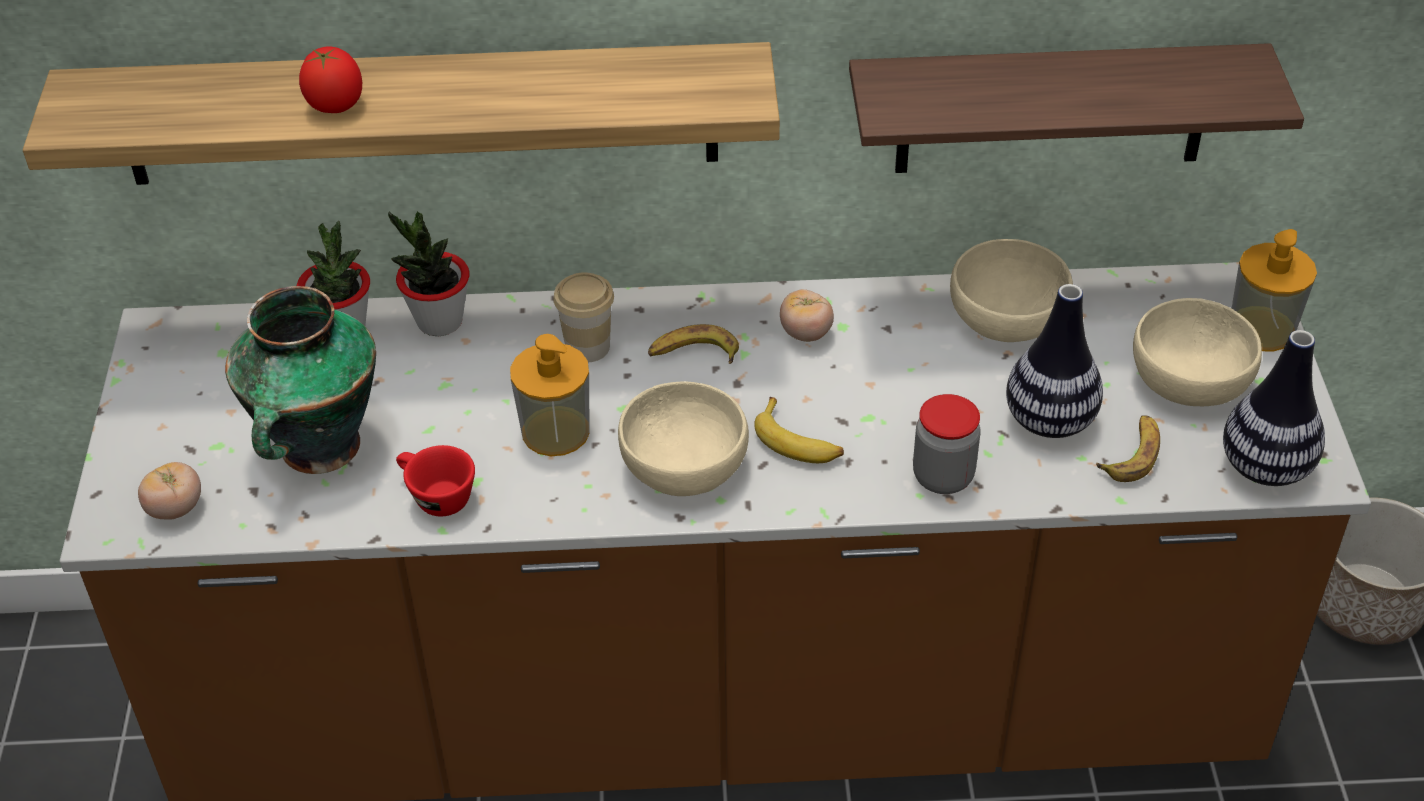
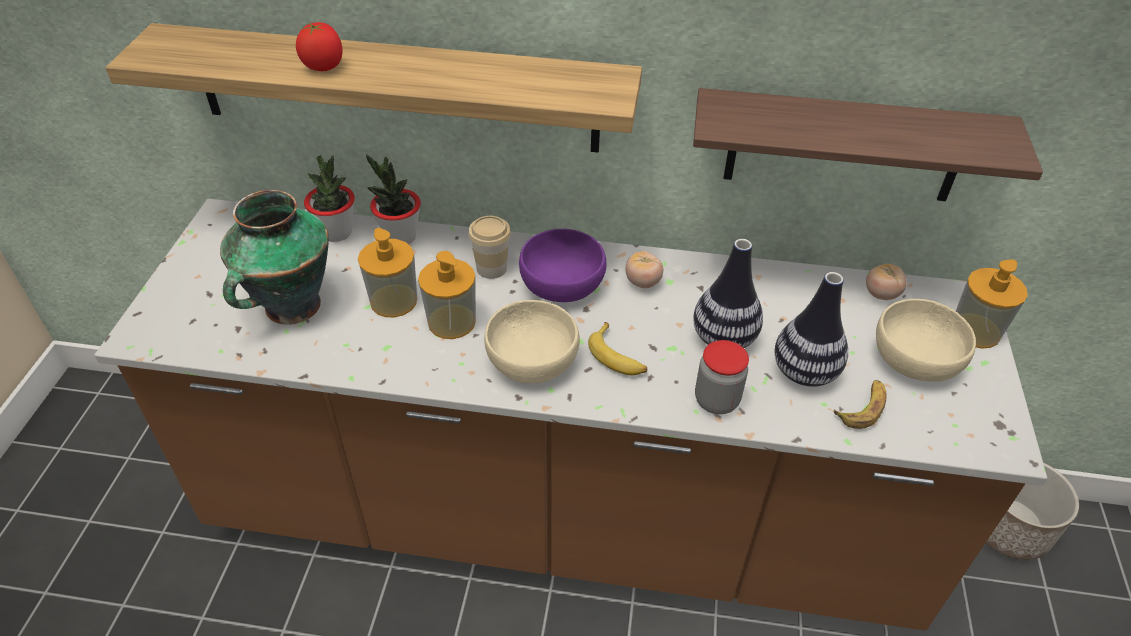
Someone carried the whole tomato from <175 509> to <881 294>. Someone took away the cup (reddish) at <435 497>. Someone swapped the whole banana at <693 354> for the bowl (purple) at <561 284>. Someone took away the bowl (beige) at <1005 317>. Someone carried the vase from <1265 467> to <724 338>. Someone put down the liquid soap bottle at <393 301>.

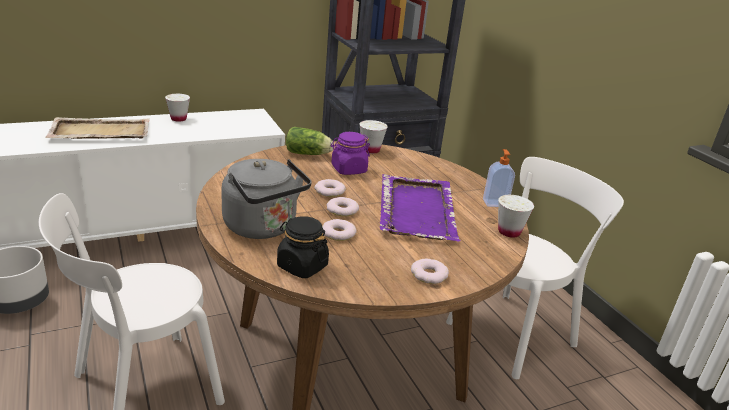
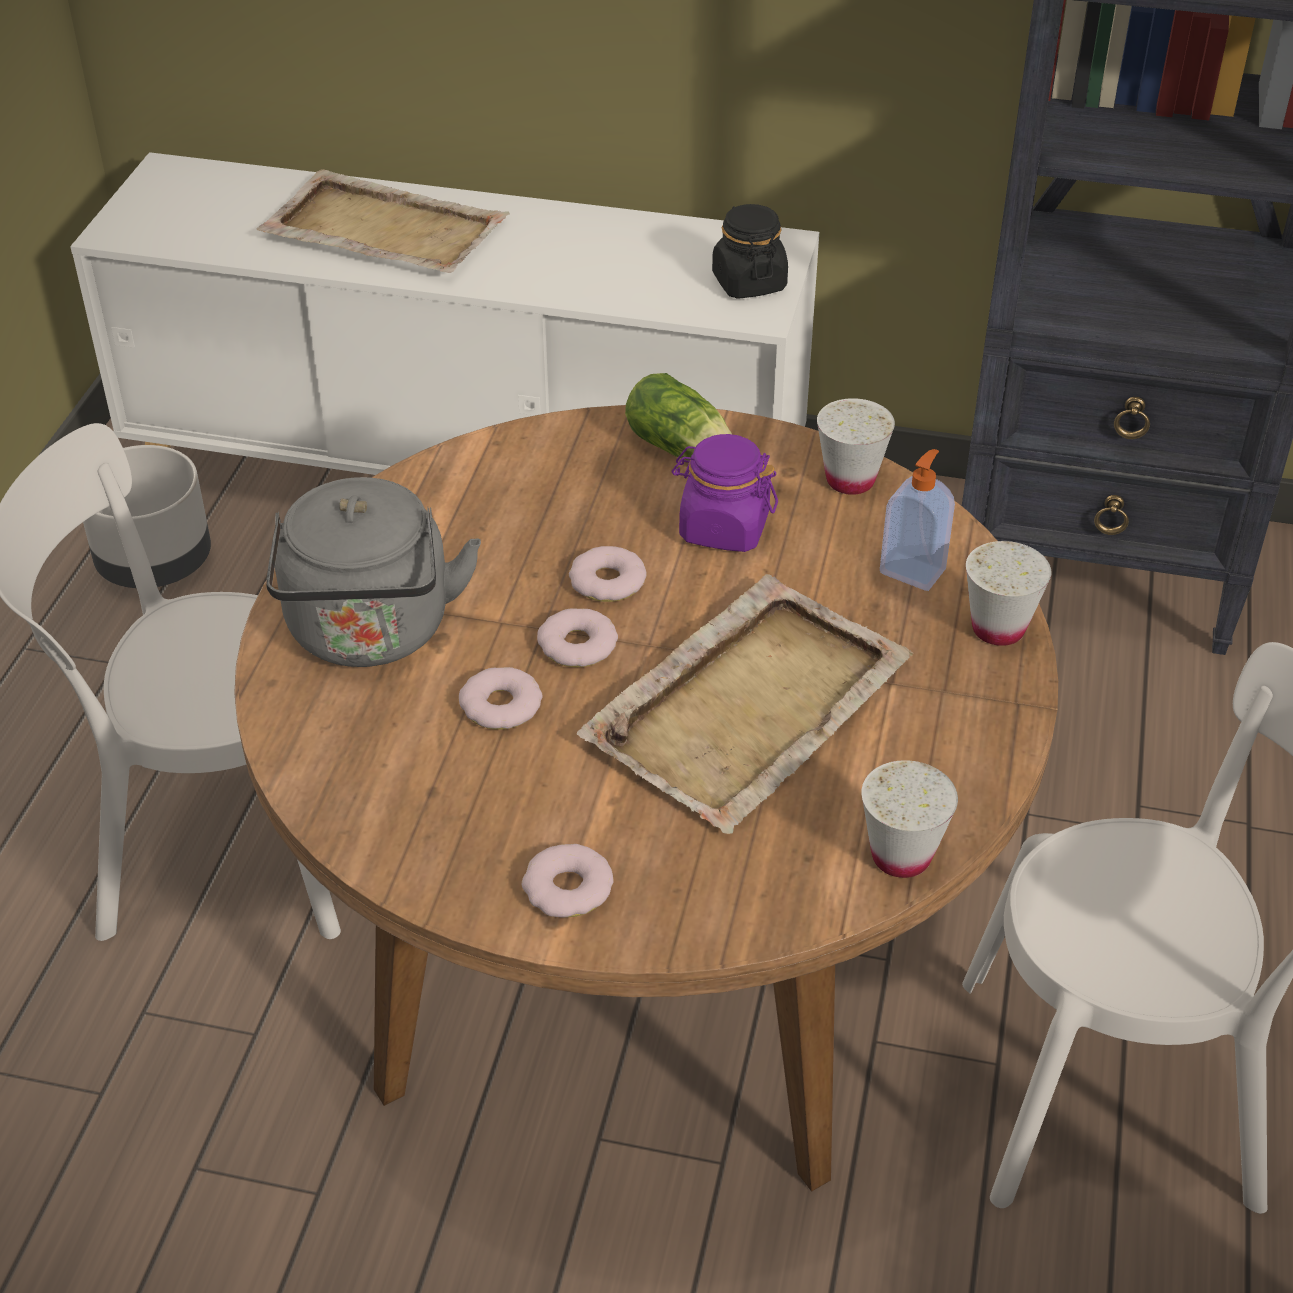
Someone carried the cup (white) from <178 119> to <998 628>. Someone carried the preserve jar (blackish) from <302 266> to <748 283>. Someone repainted the carrying tray (purple) at <417 209>, which became the carrying tray (beige) at <750 705>. Someone carried the liquid soap bottle from <494 203> to <913 570>.

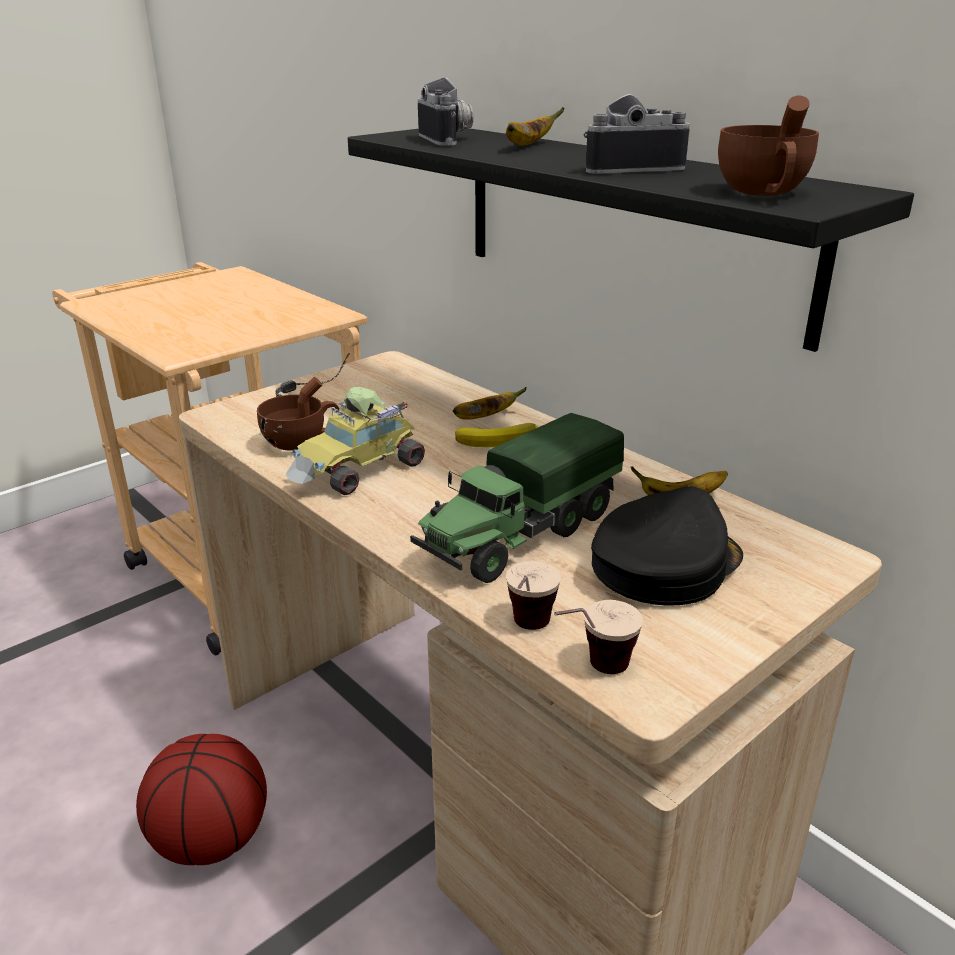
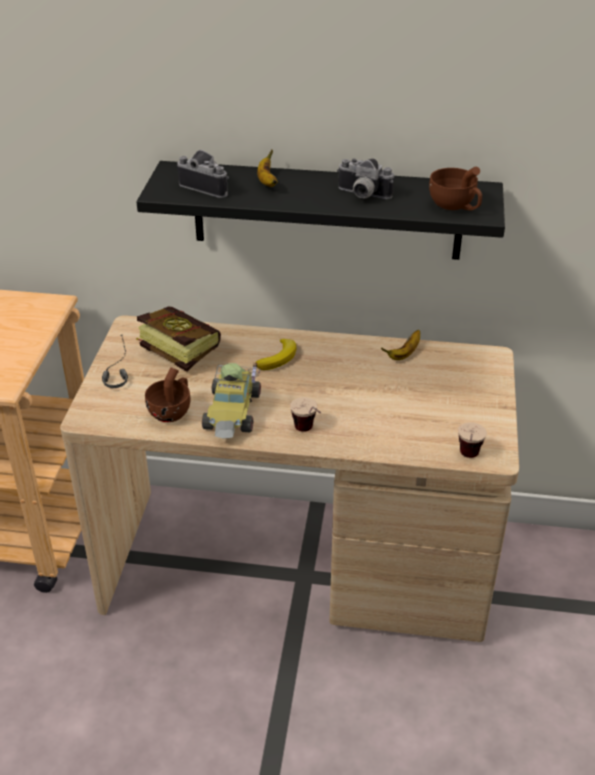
Someone took away the basketball at <213 839>. Someone took away the toy lorry at <519 535>. Someone took away the whole banana at <485 417>. Someone carried the cup from <527 633> to <308 432>. Someone rotated the photo camera at <630 167> by 105 degrees counterclockwise. Someone took away the baseball cap (blackish) at <664 562>. Someone put down the book at <174 350>.

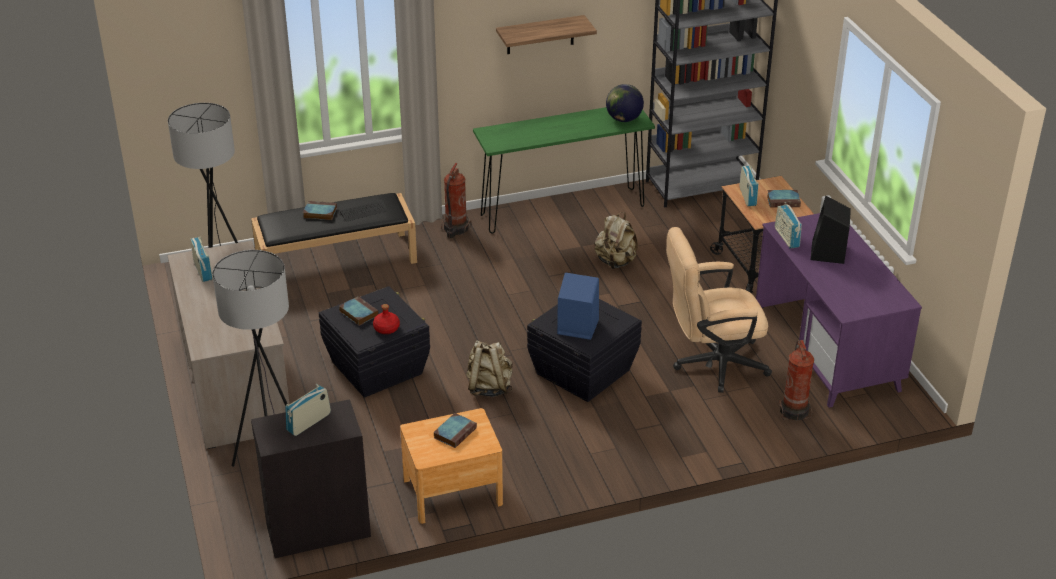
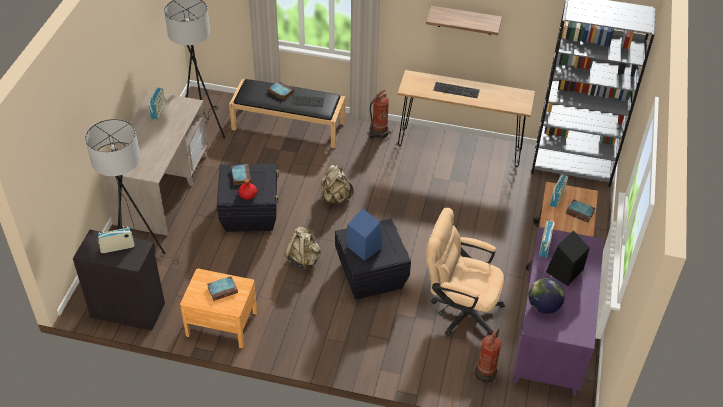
Someone repainted the console table (green) at <562 210>, which became the console table (brownish) at <459 147>. Someone carried the rucksack (beige) from <615 262> to <335 197>. Someone carried the world globe from <623 119> to <543 306>. Someone put down the PC keyboard at <457 89>.

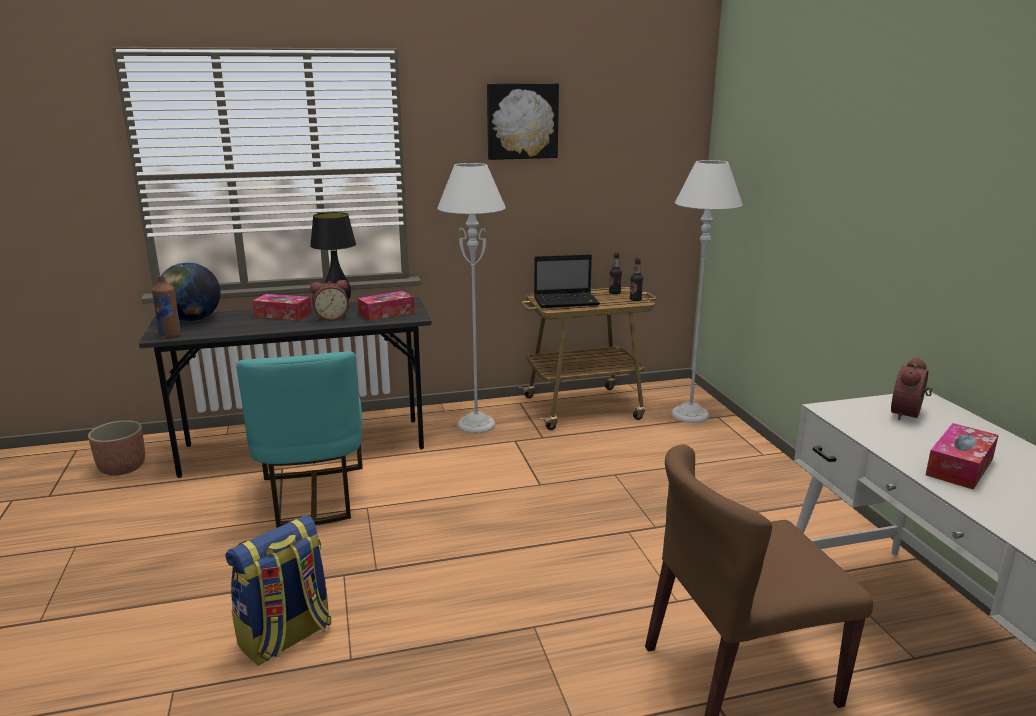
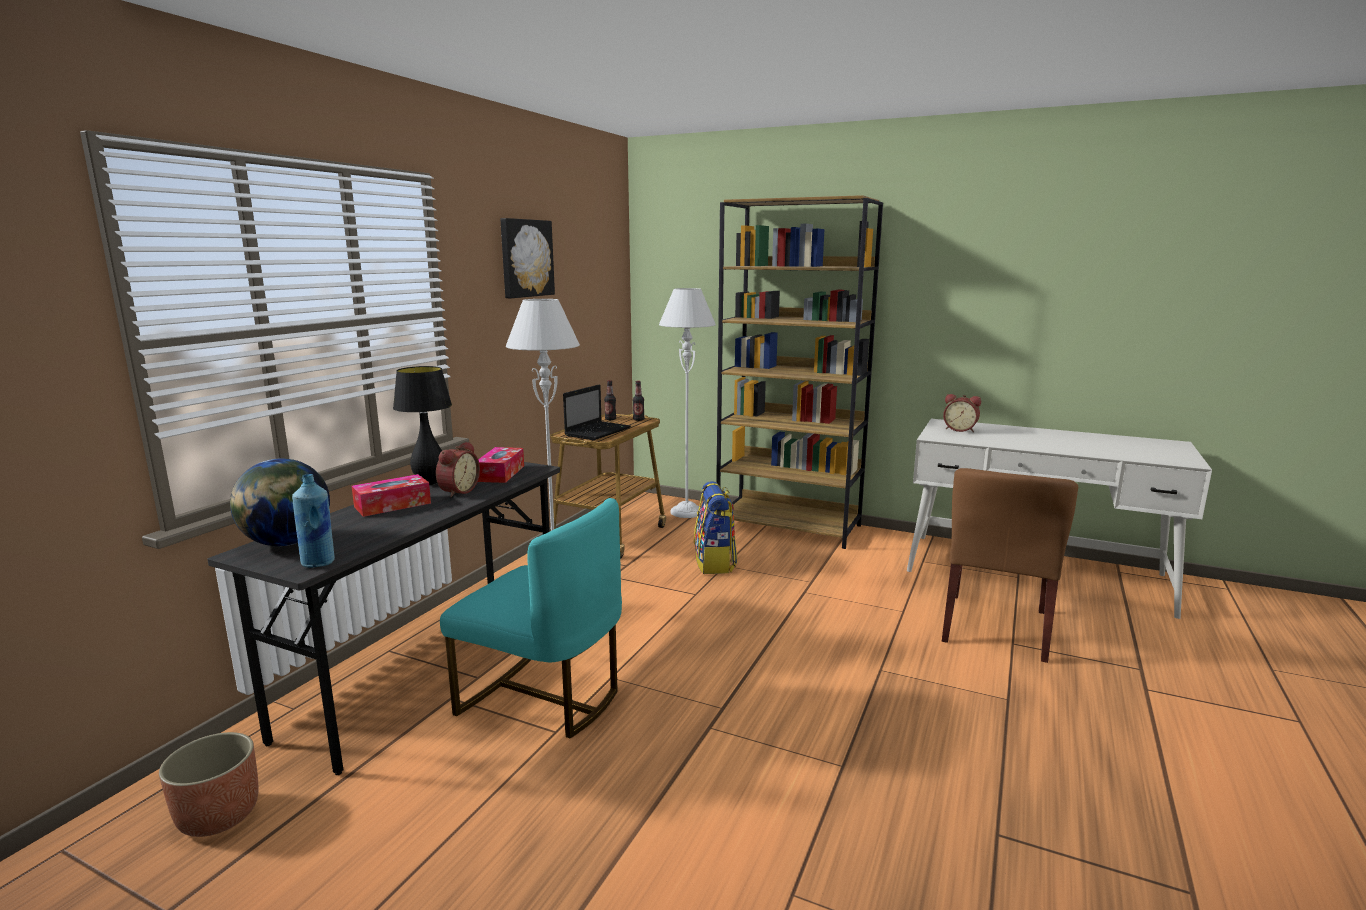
Someone repainted the drink bottle (brownish) at <170 336>, which became the drink bottle (blue-coloured) at <319 563>. Someone carried the rucksack from <286 637> to <715 563>. Someone rotated the alarm clock at <909 414> by 45 degrees counterclockwise. Someone took away the tissue box at <959 467>. Someone put down the shelving unit (brownish) at <789 526>.

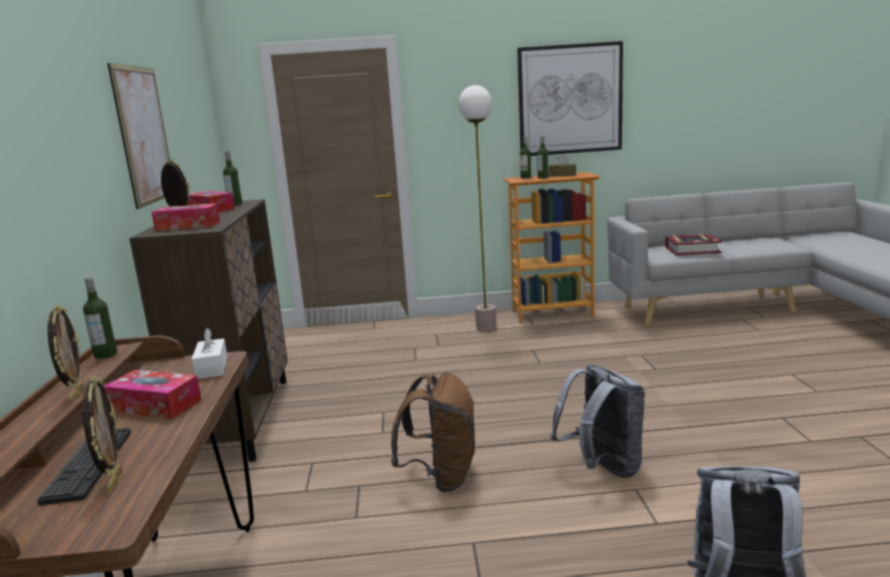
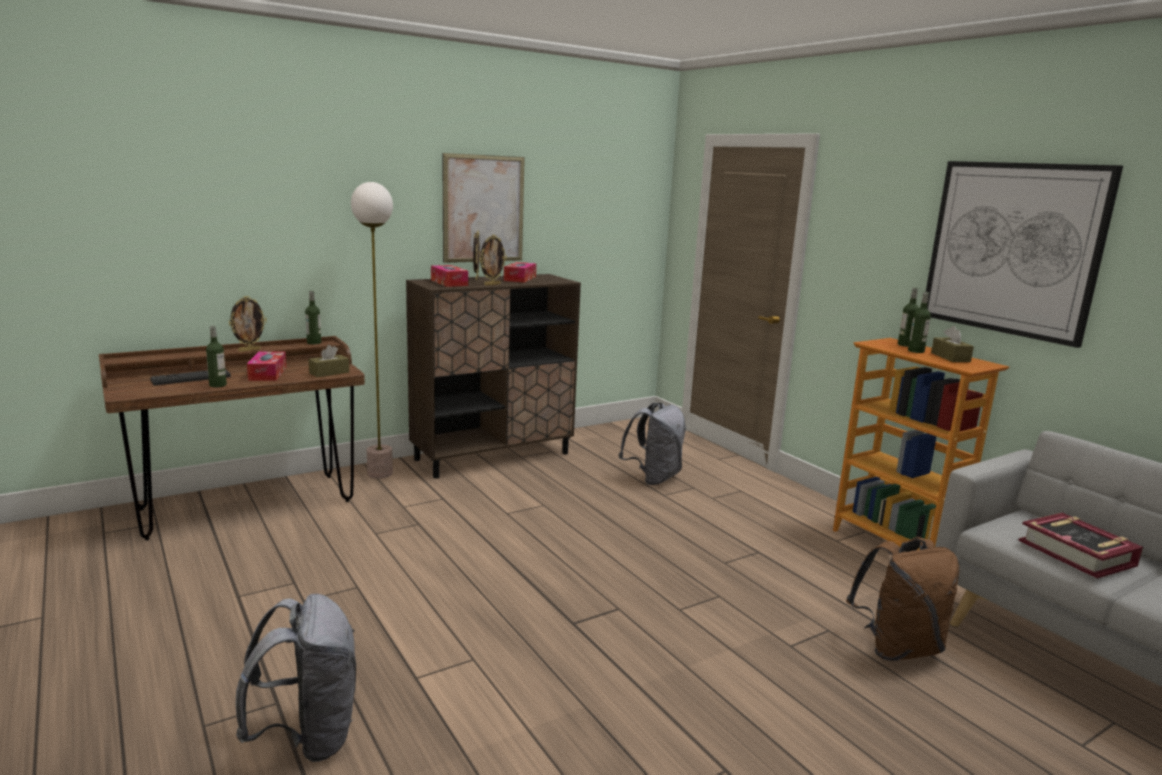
Someone carried the standing frame from <113 482> to <492 284>. Someone repainted the tissue box (white) at <211 368>, which became the tissue box (brownish) at <329 373>. Someone carried the drink bottle from <235 204> to <218 385>. Someone carried the rucksack (brownish) from <441 477> to <897 648>. Someone carried the floor lamp from <486 327> to <380 473>. Someone carried the rucksack (grey) from <602 468> to <653 478>.

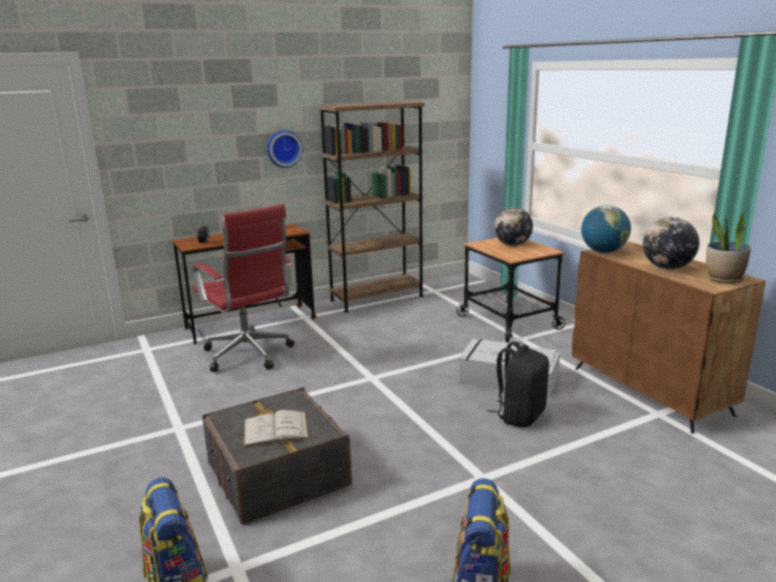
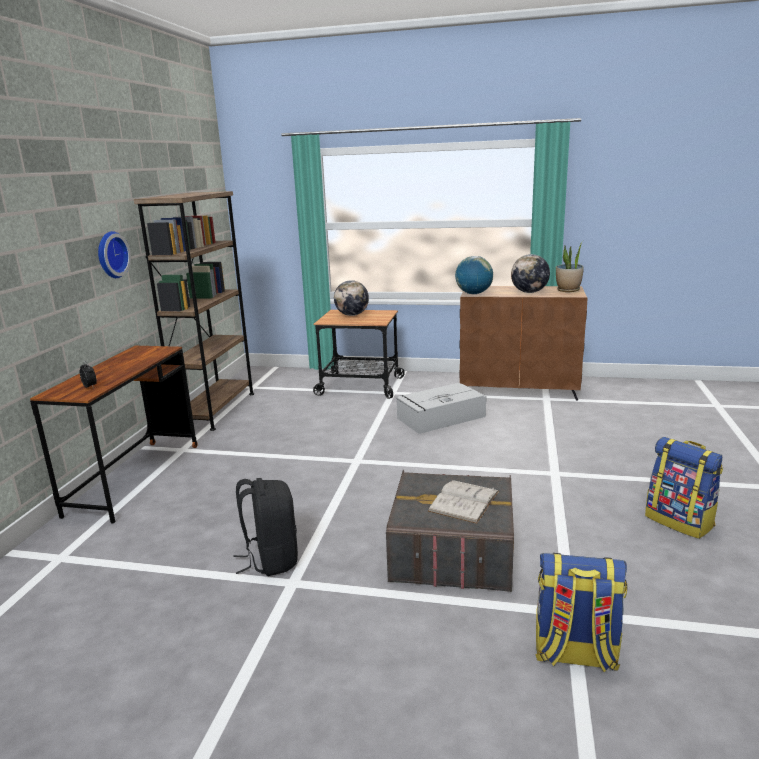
Someone took away the desk chair (reddish) at <249 356>. Someone carried the rucksack (blackish) from <520 415> to <271 559>.

